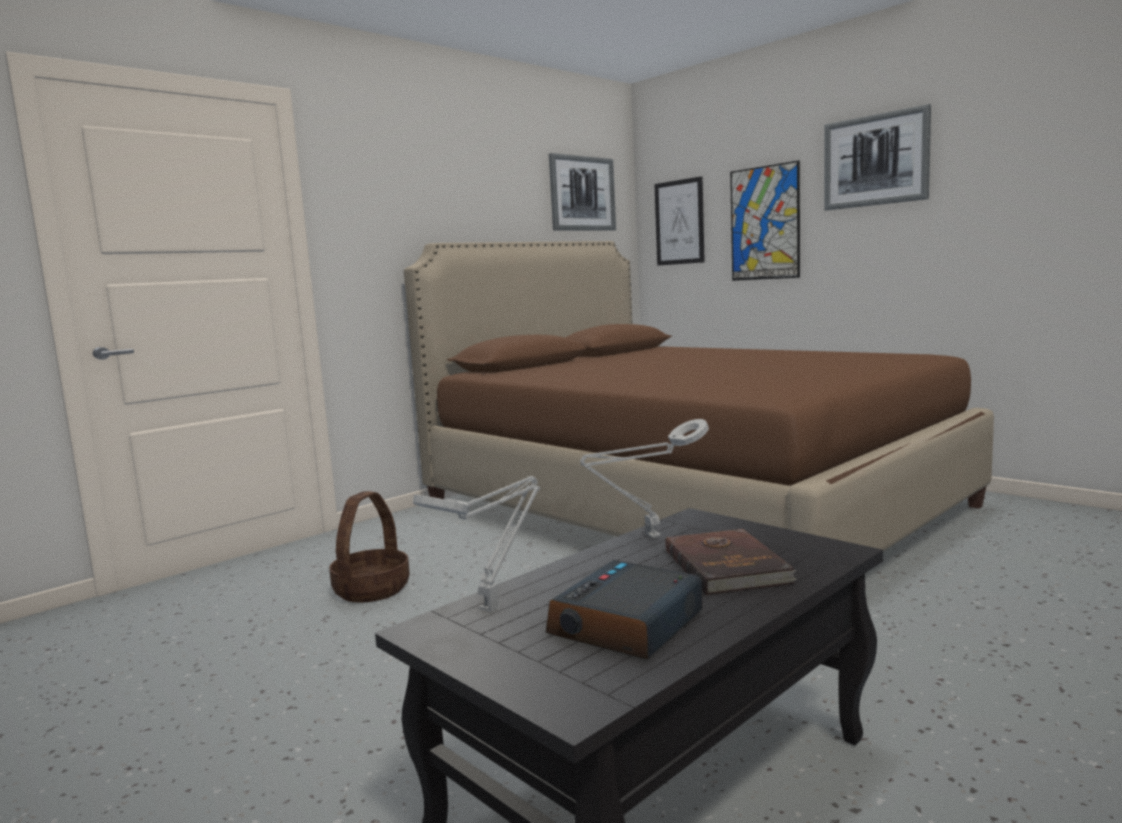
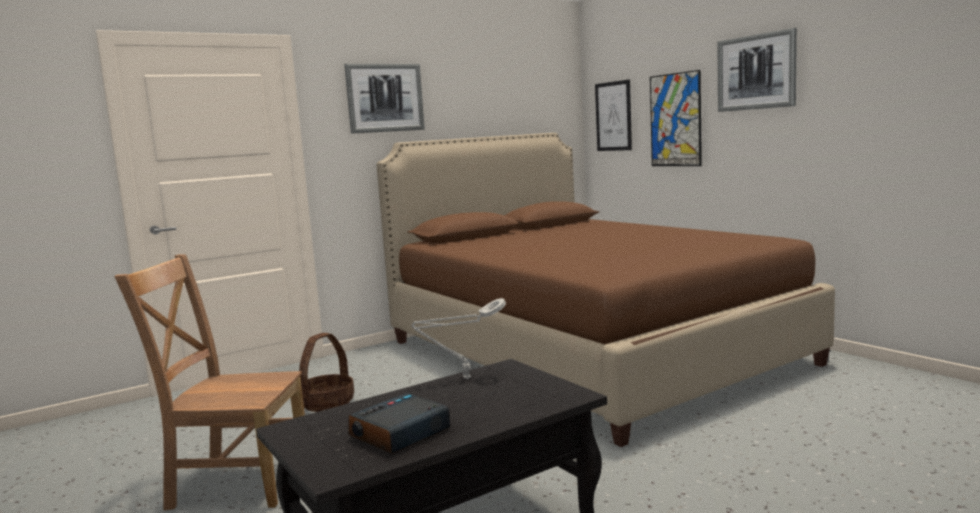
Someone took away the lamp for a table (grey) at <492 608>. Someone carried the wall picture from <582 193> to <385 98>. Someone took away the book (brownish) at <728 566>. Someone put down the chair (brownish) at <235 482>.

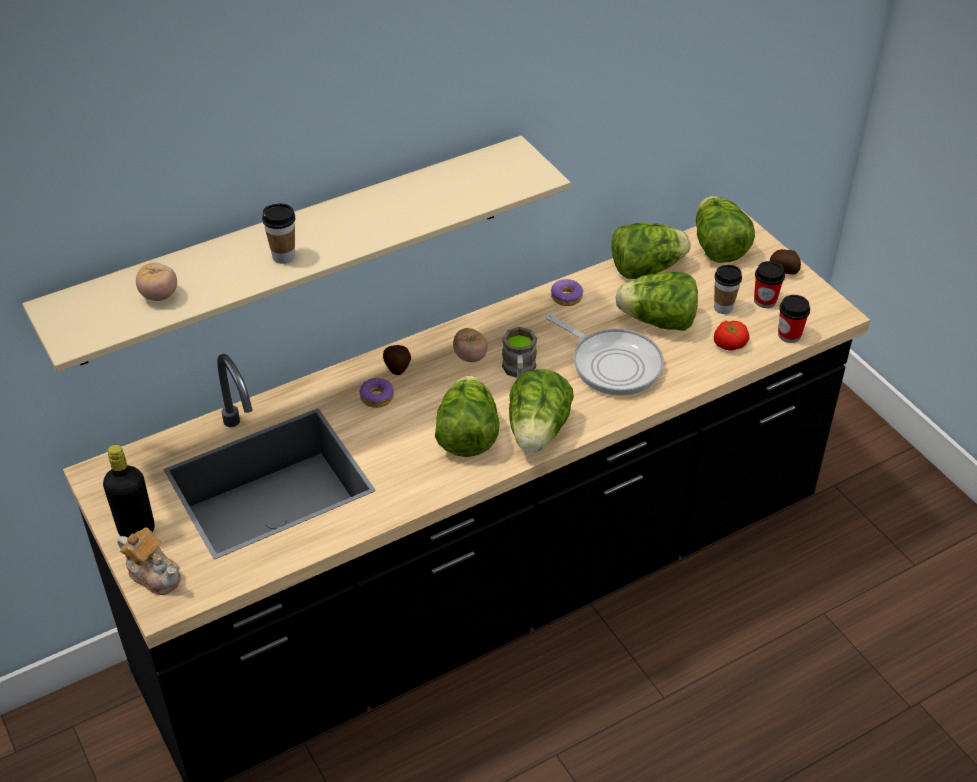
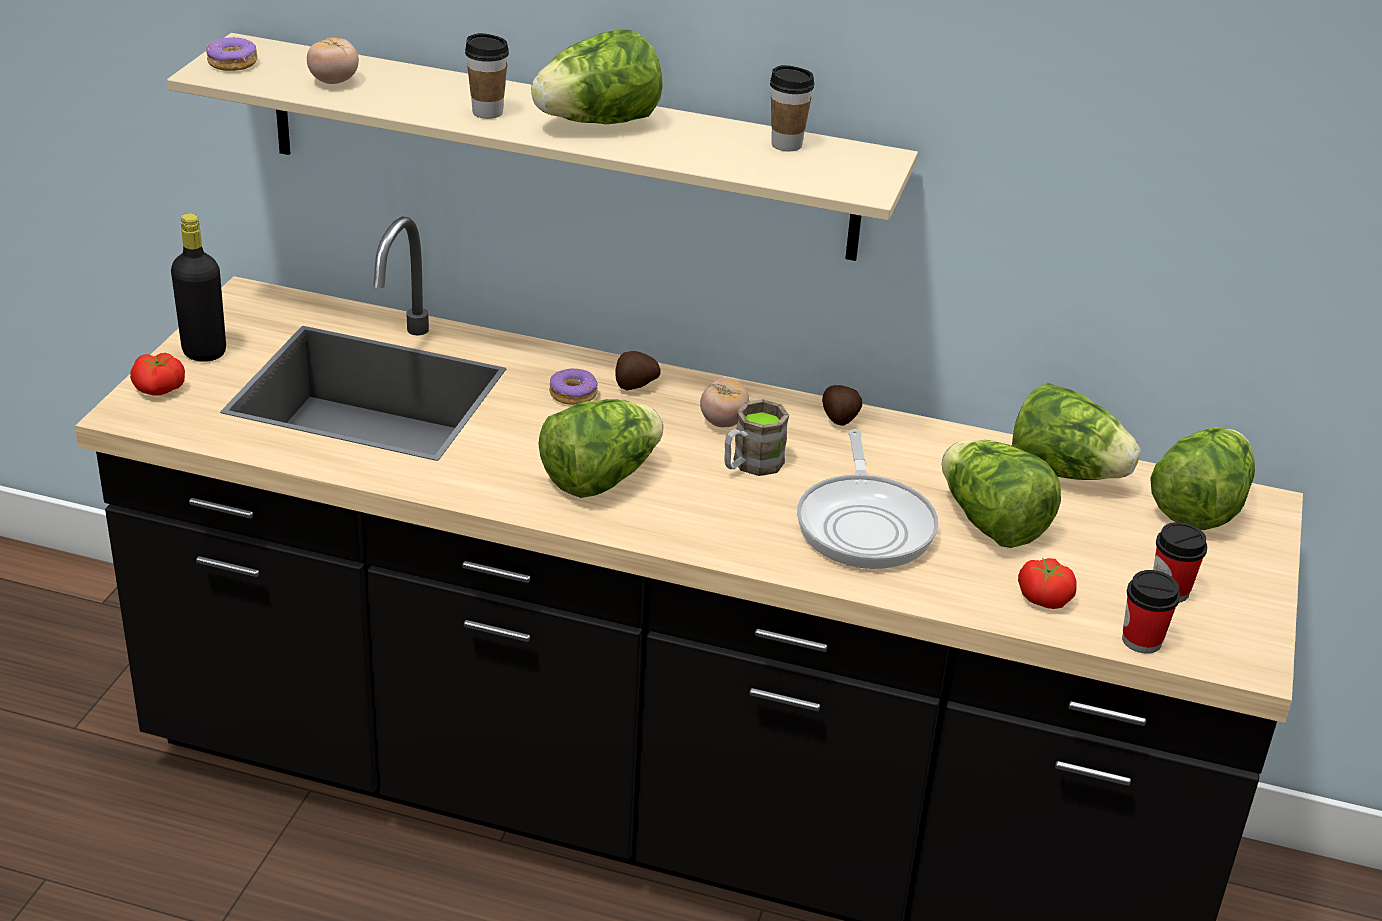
Someone swapped the pot for tea at <154 574> for the whole tomato at <159 389>. Someone carried the head of lettuce from <538 432> to <598 123>. Someone carried the ring doughnut from <567 297> to <232 63>. Someone carried the cup from <723 308> to <786 145>. Someone carried the potato from <784 270> to <839 419>.

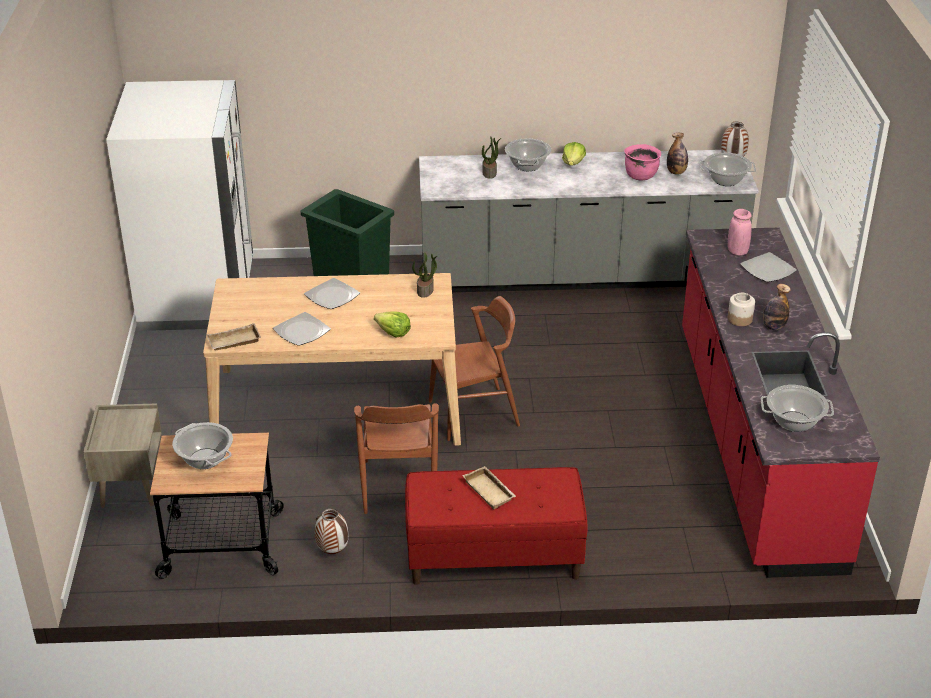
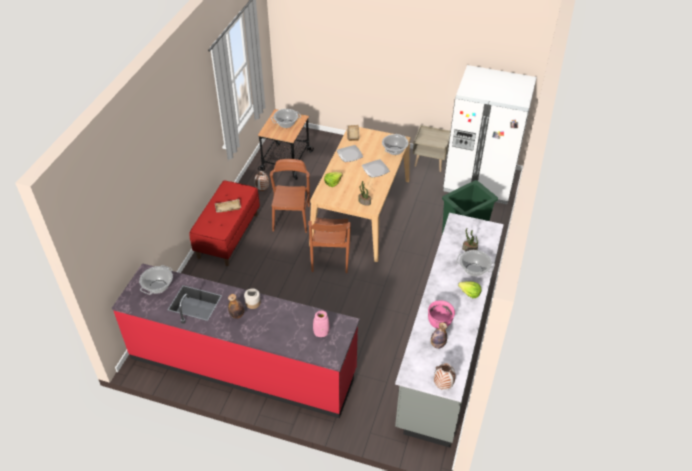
Someone carried the bedside table (beige) from <131 486> to <430 162>. Someone rotated the chair (brownish) at <399 486> by 75 degrees clockwise. Someone carried the stockpot from <725 180> to <394 150>. Someone took away the plate at <767 270>.

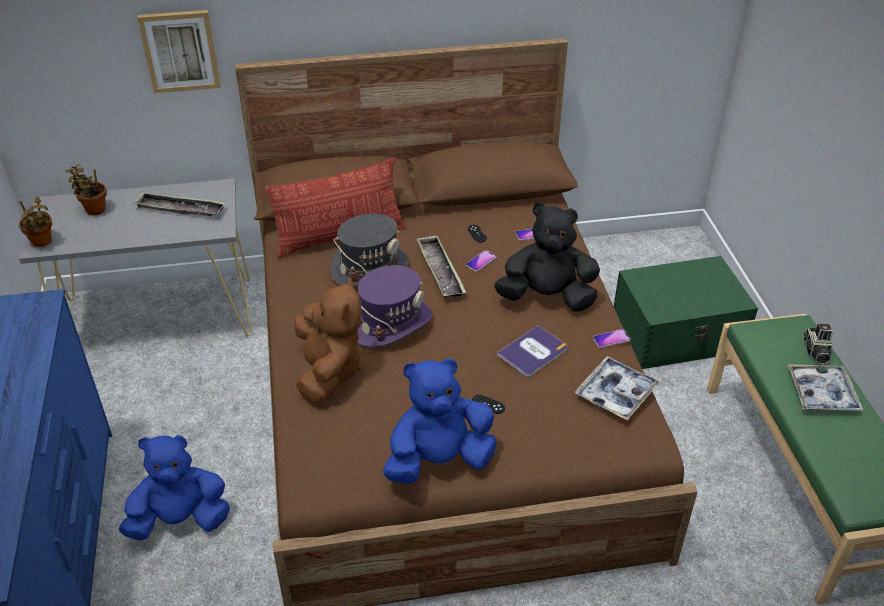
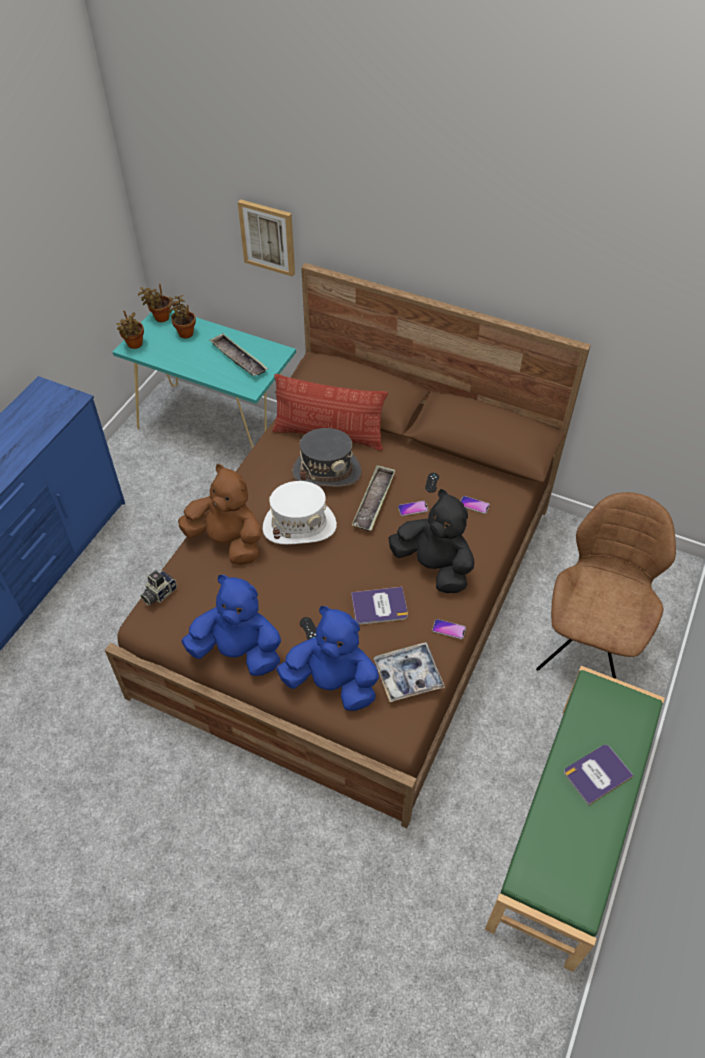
Someone repainted the console table (grey) at <159 316>, which became the console table (turquoise) at <217 428>. Someone carried the cuddly toy (blue-coloured) from <180 520> to <332 683>. Someone rotated the cuddly toy (brownish) at <328 371> by 90 degrees counterclockwise. Someone repainted the clothing hat (purple) at <390 322>, which became the clothing hat (white) at <299 526>. Someone swapped the storage box (green) at <679 332> for the chair (brownish) at <587 647>. Someone swapped the carrying tray at <822 393> for the book at <597 774>. Someone carried the photo camera from <815 352> to <158 593>. Someone put down the potted plant at <160 318>.

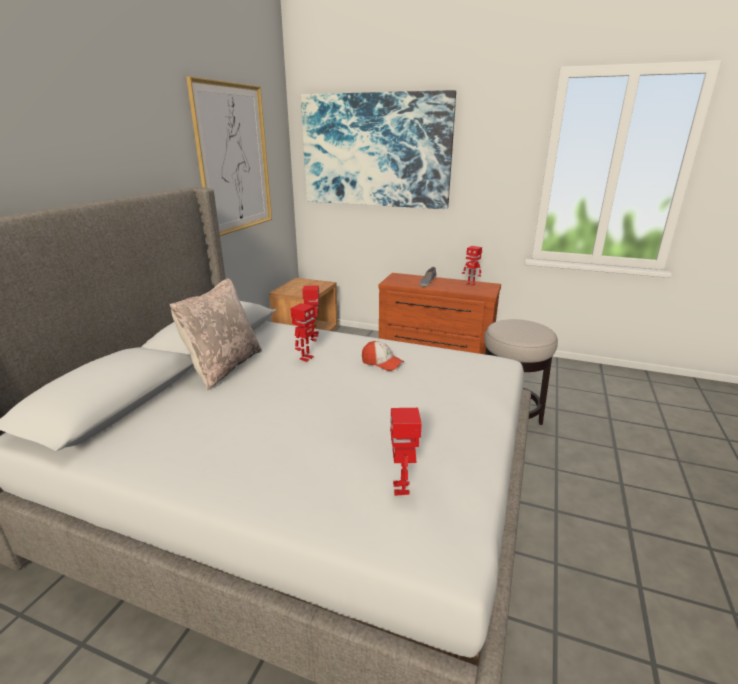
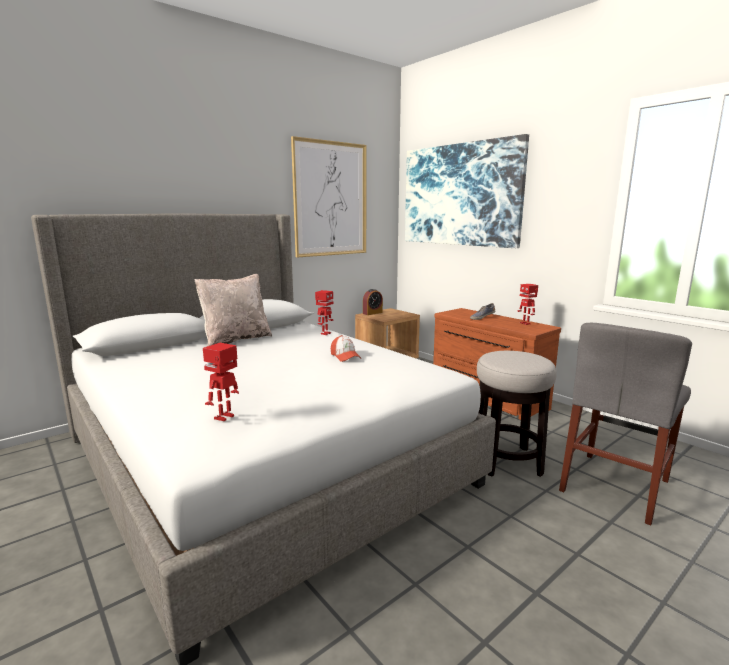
Someone took away the robot figure at <306 358>. Someone put down the alarm clock at <372 313>. Someone put down the chair (grey) at <615 485>.

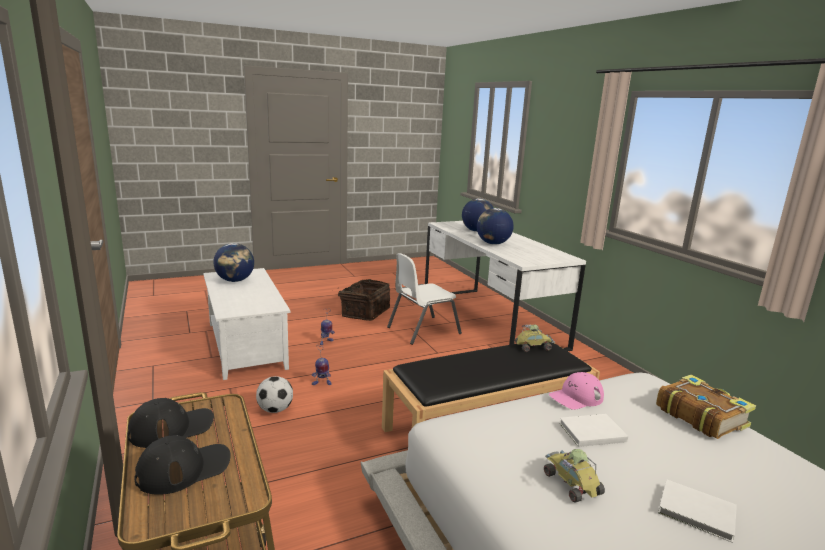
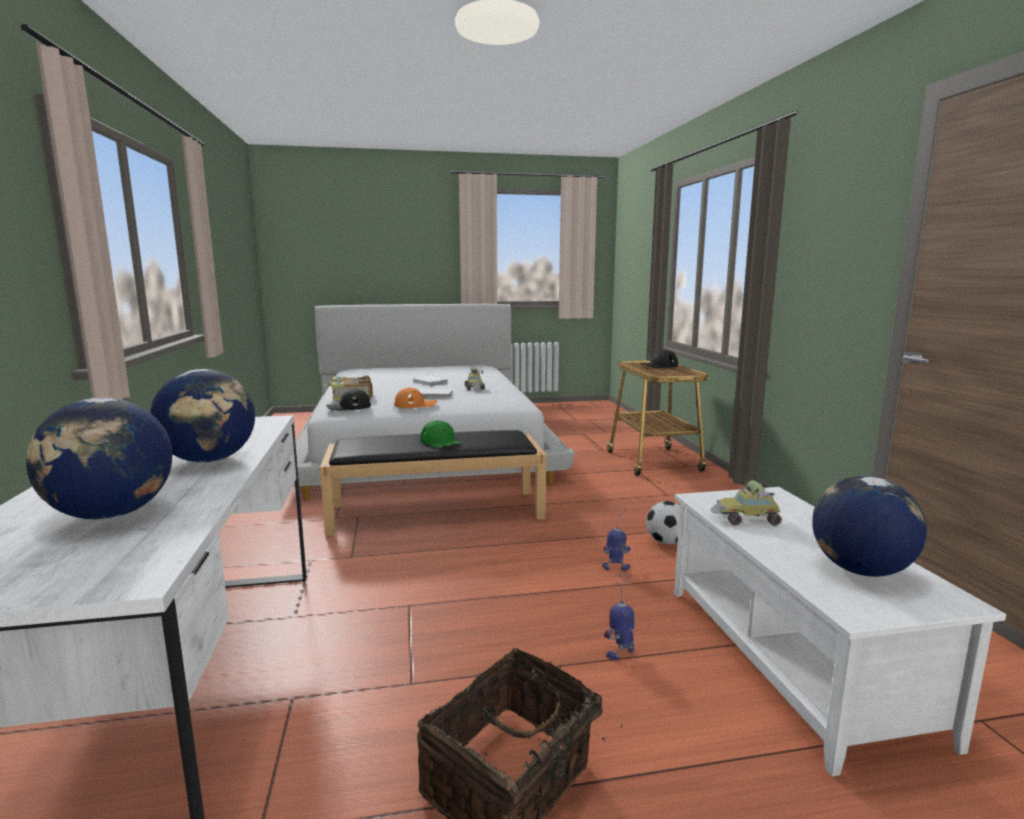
Someone carried the baseball cap (blackish) from <172 428> to <348 407>. Someone took away the chair (white) at <423 330>. Someone carried the model car from <533 346> to <747 519>. Someone repainted the baseball cap (pink-coloured) at <576 397>, which became the baseball cap (orange-coloured) at <415 404>. Someone put down the baseball cap (green) at <441 441>.

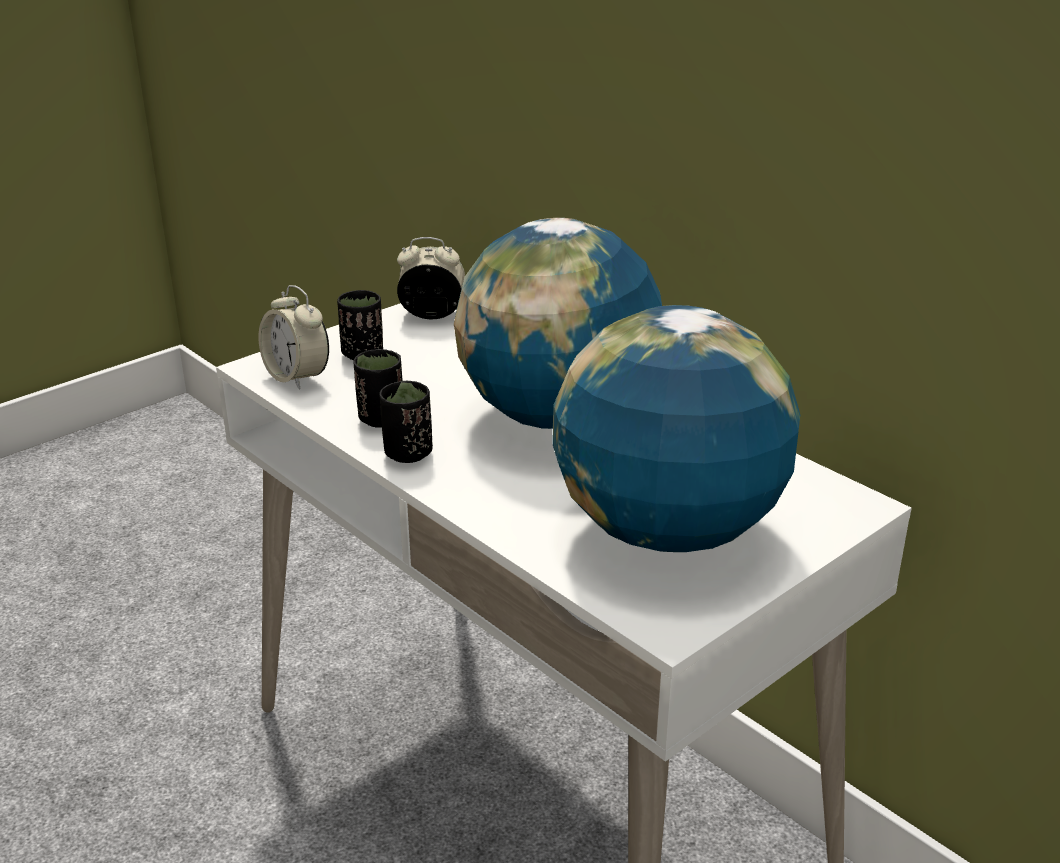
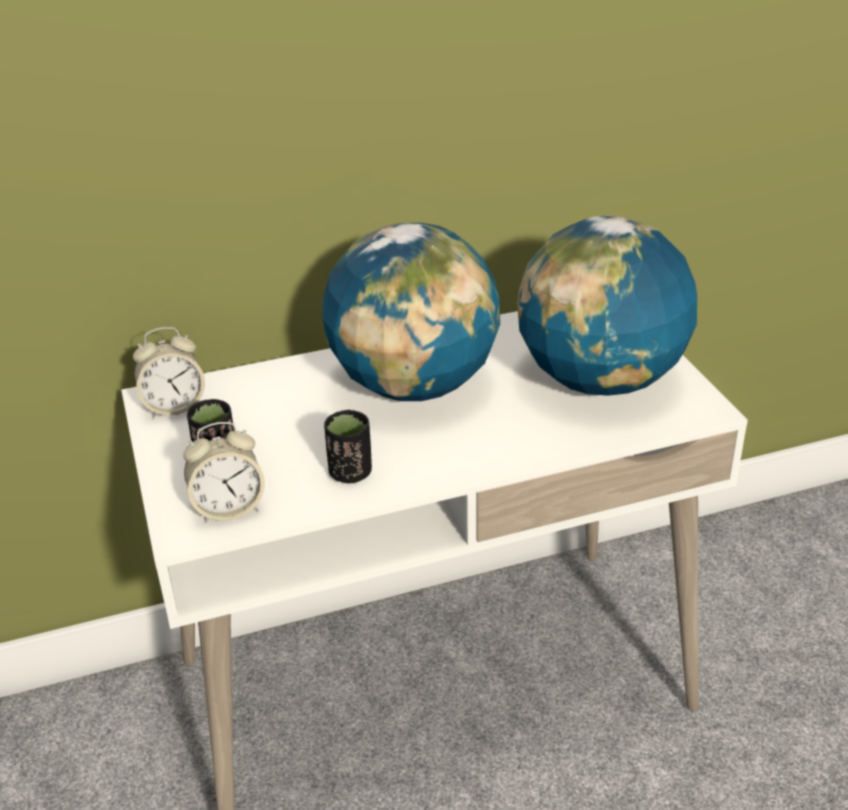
Someone took away the cup (blackish) at <408 453>. Someone rotated the alarm clock at <432 315> by 135 degrees counterclockwise.

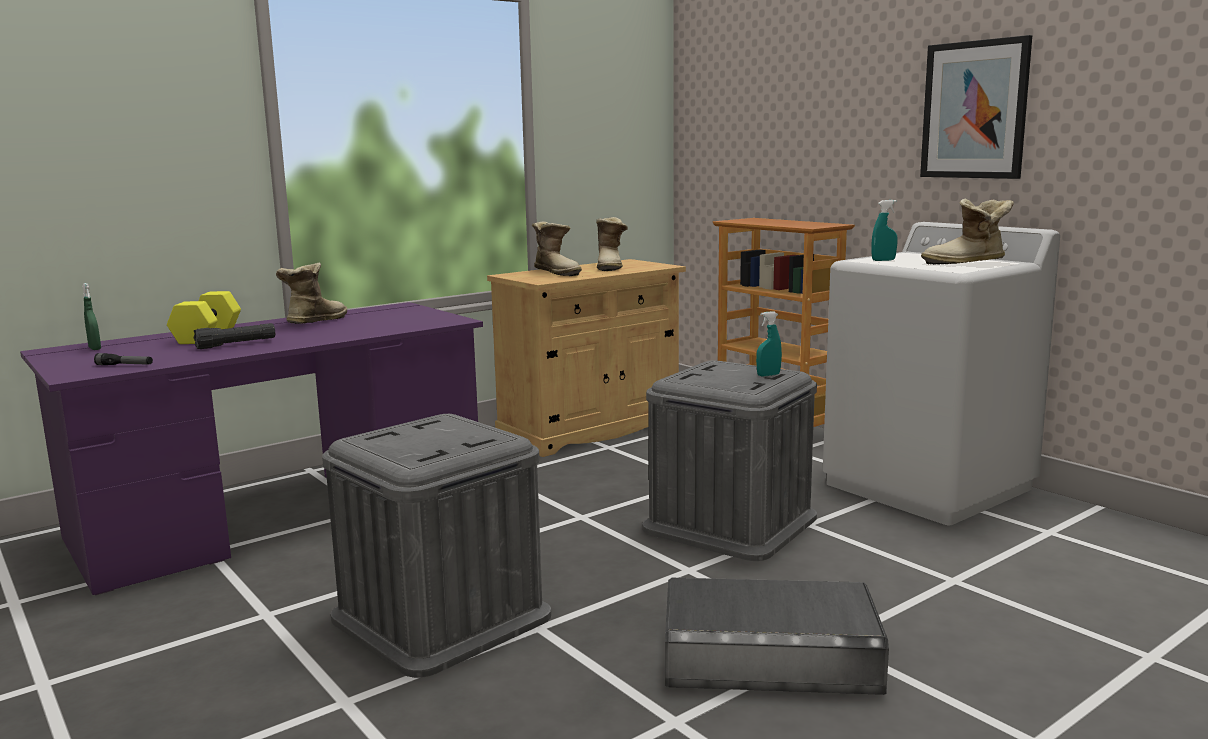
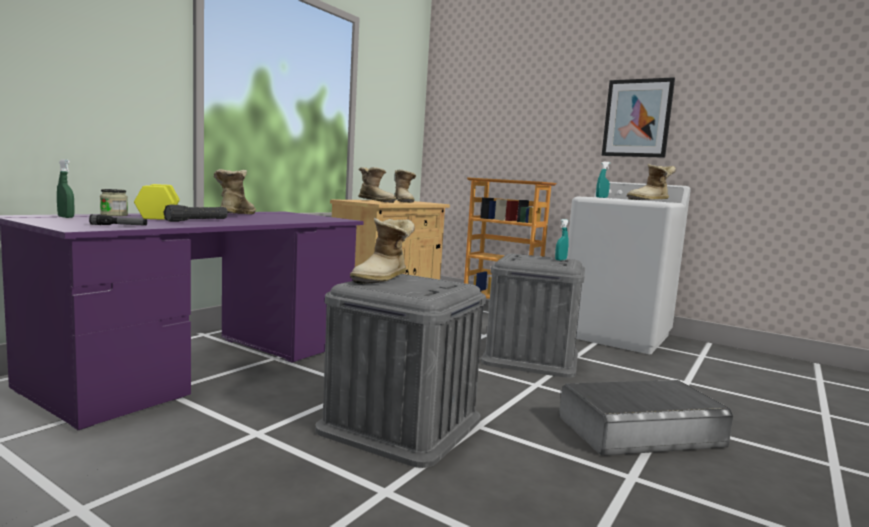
Someone put down the preserve jar at <114 215>. Someone put down the high-top boot at <383 279>.

